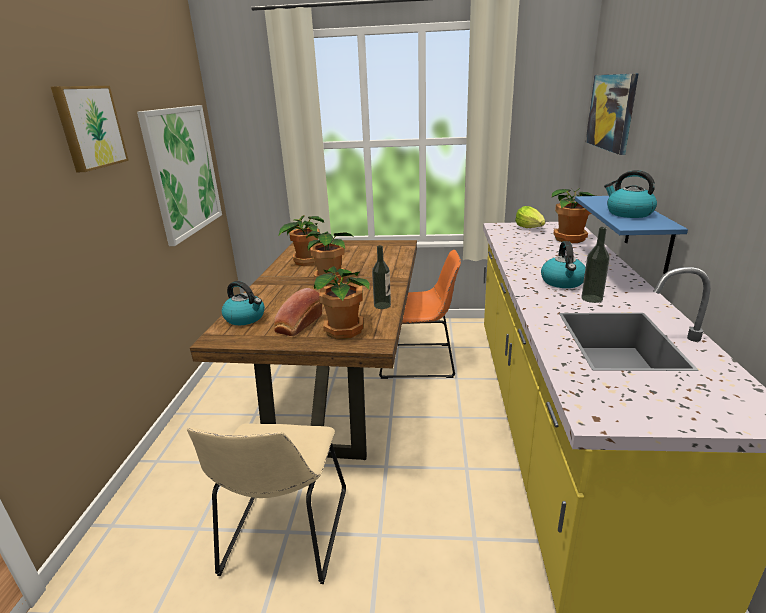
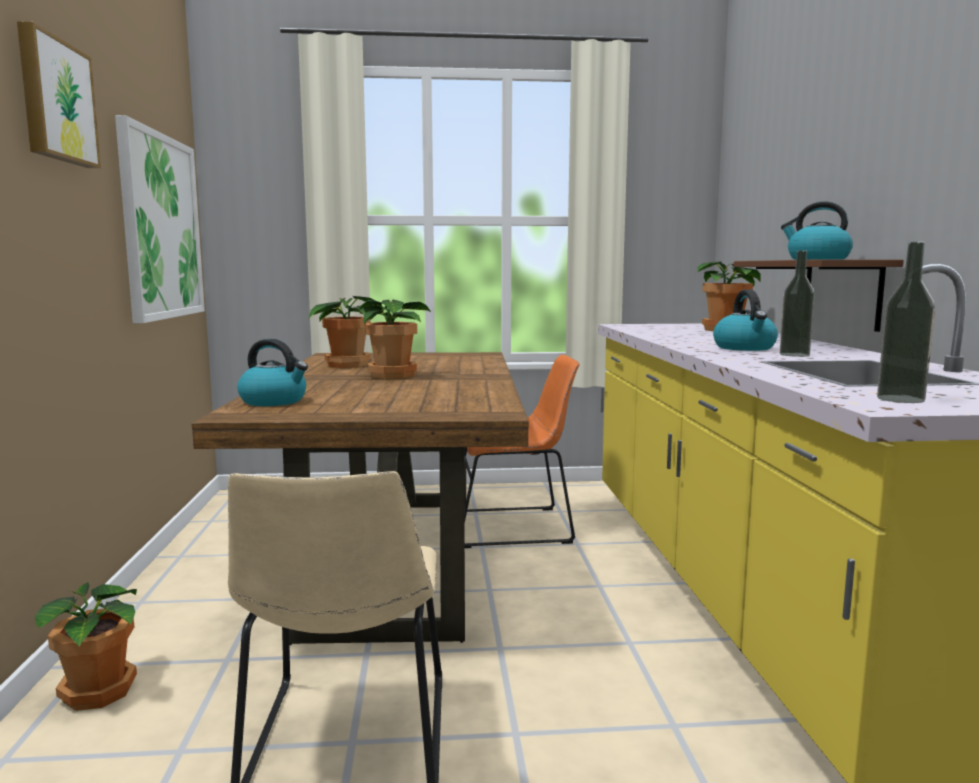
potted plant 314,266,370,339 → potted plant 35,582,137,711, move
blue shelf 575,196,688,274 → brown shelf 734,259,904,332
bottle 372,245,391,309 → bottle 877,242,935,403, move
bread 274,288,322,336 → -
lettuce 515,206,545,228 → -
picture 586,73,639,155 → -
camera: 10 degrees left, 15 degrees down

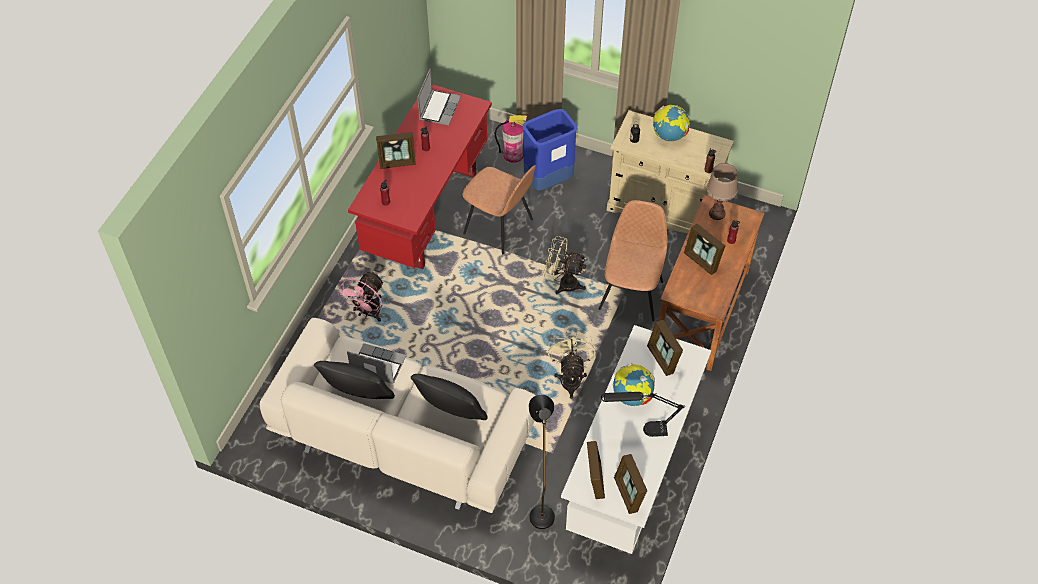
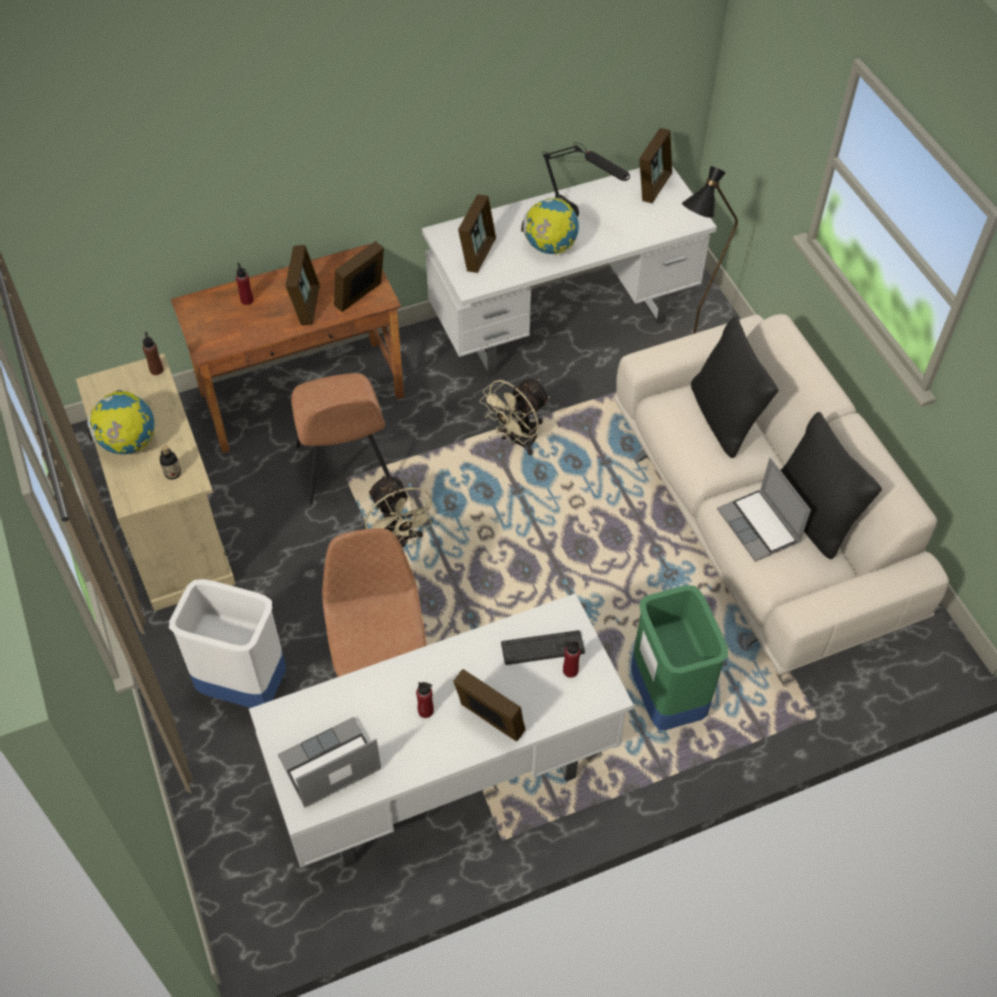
blue trash can 523,109,578,191 → white trash can 169,579,286,708
red desk 348,84,492,269 → white desk 249,593,634,868
brown chair 599,200,667,321 → brown chair 291,373,391,504, 75 degrees counterclockwise
picture frame 587,441,605,499 → picture frame 334,241,384,312, move
- → keyboard 501,630,585,665
pink fan 338,271,384,322 → green trash can 631,585,728,730
fire extinguisher 494,115,527,163 → -
brown table lamp 707,163,738,220 → -
camera: 135 degrees left, 0 degrees up

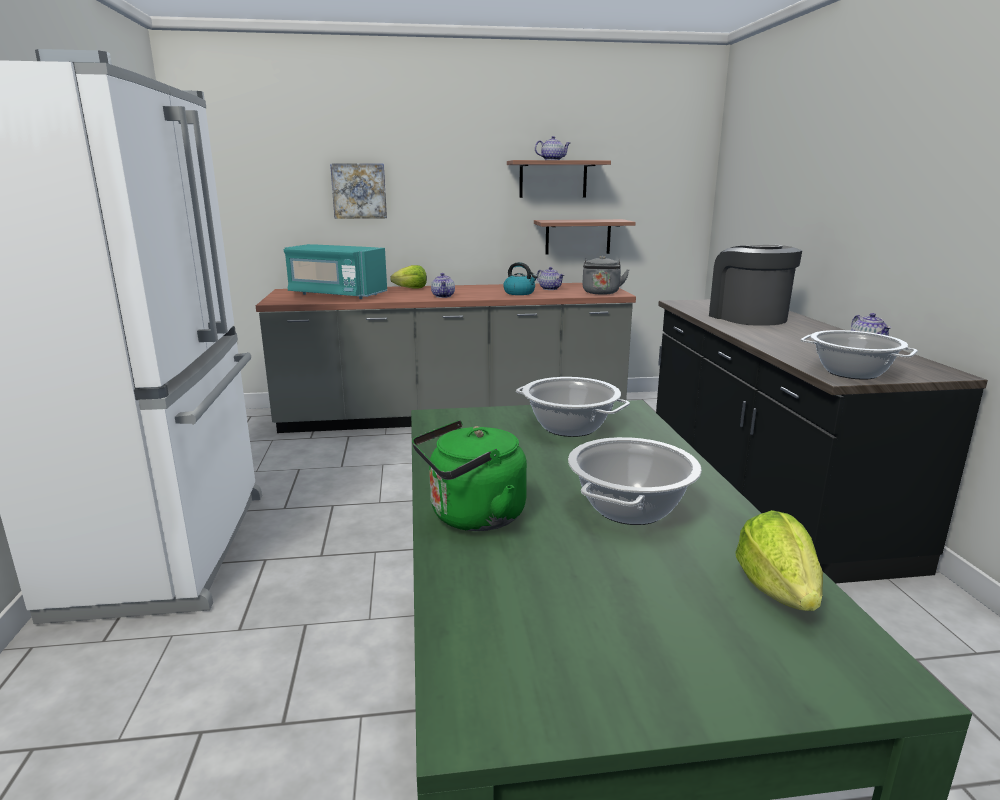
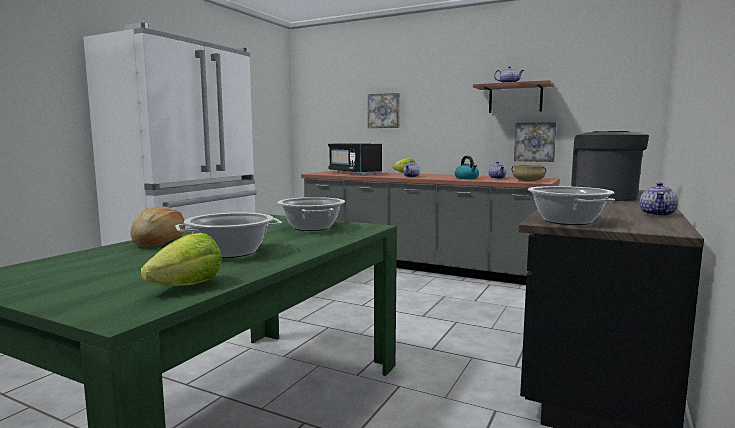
green kettle 412,420,527,531 → bread 130,207,185,247
turquoise microwave 284,244,387,299 → black microwave 328,143,382,175
grey kettle 583,256,629,295 → beige cooking pot 511,165,546,182
shelf 534,219,636,255 → picture 514,122,557,162
camera: 35 degrees right, 10 degrees down

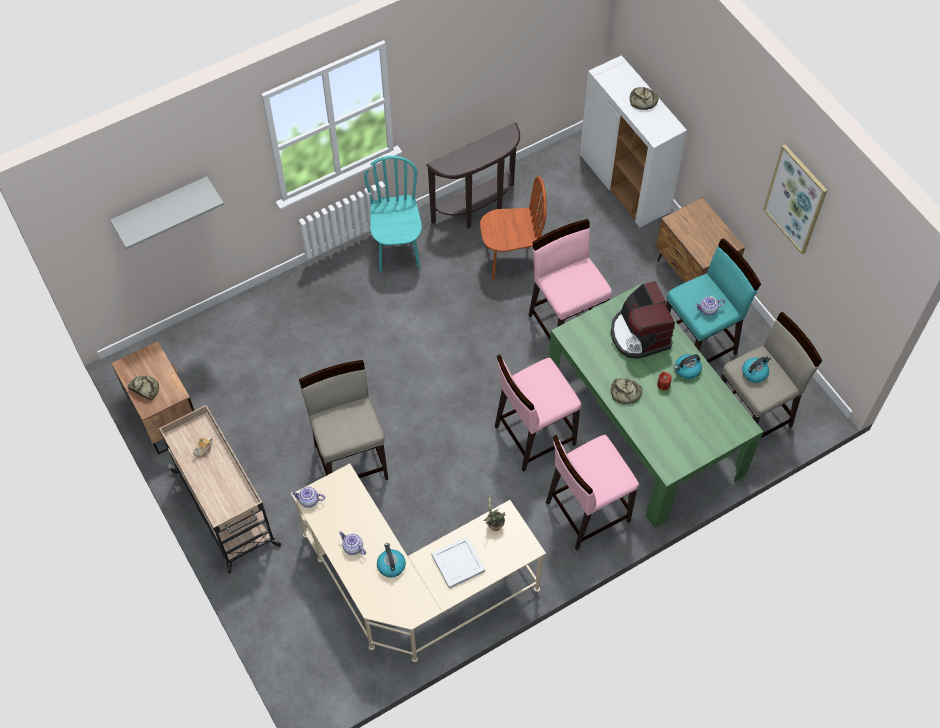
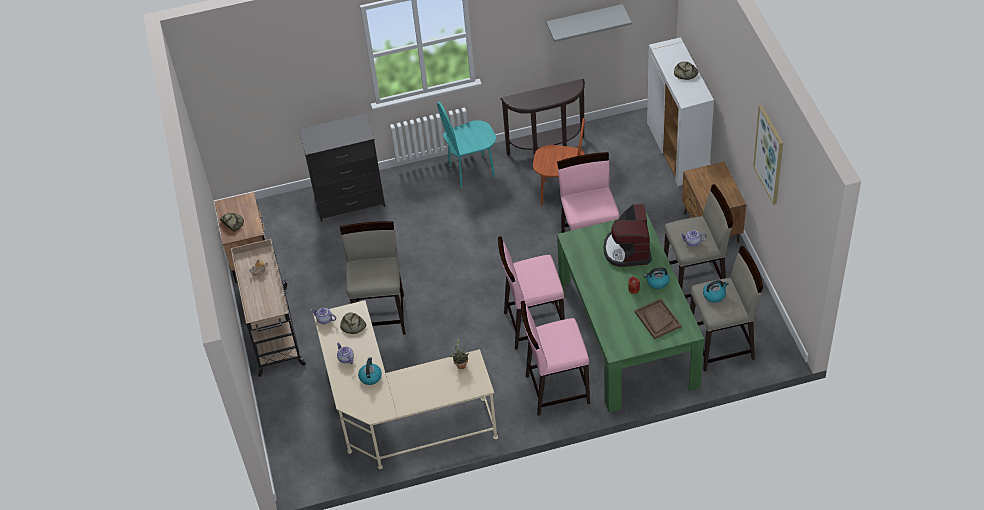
- → black dresser 299,113,385,222
bread 611,378,642,404 → bread 340,312,366,334, move
turquoise chair 364,156,422,272 → turquoise chair 437,102,496,188, 120 degrees counterclockwise
grey shelf 110,176,224,249 → grey shelf 546,4,632,42, move
- → brown tray 635,298,681,339
turquoise stool 666,238,761,363 → beige stool 664,184,733,298
white tray 431,537,485,589 → -
camera: 20 degrees right, 10 degrees down

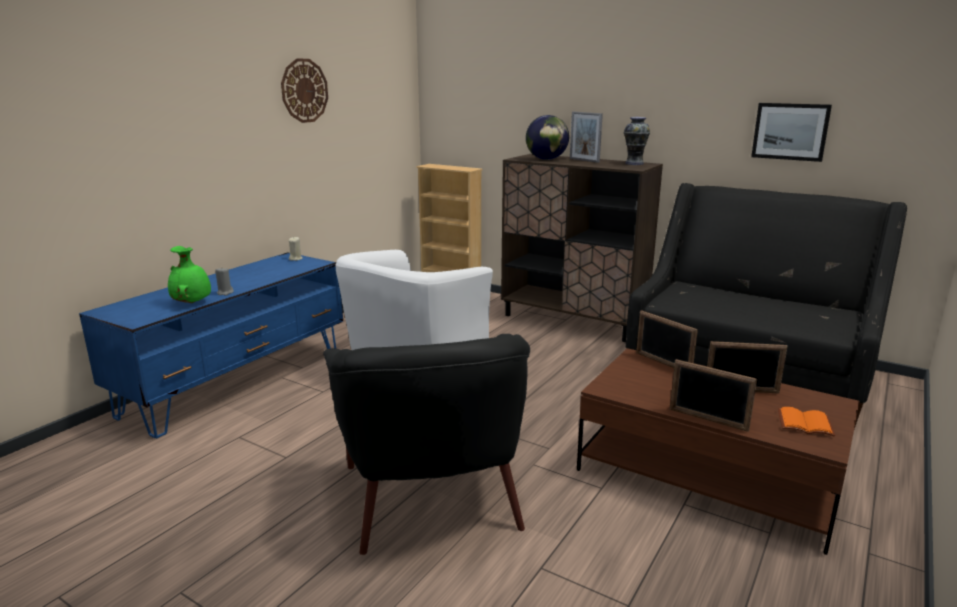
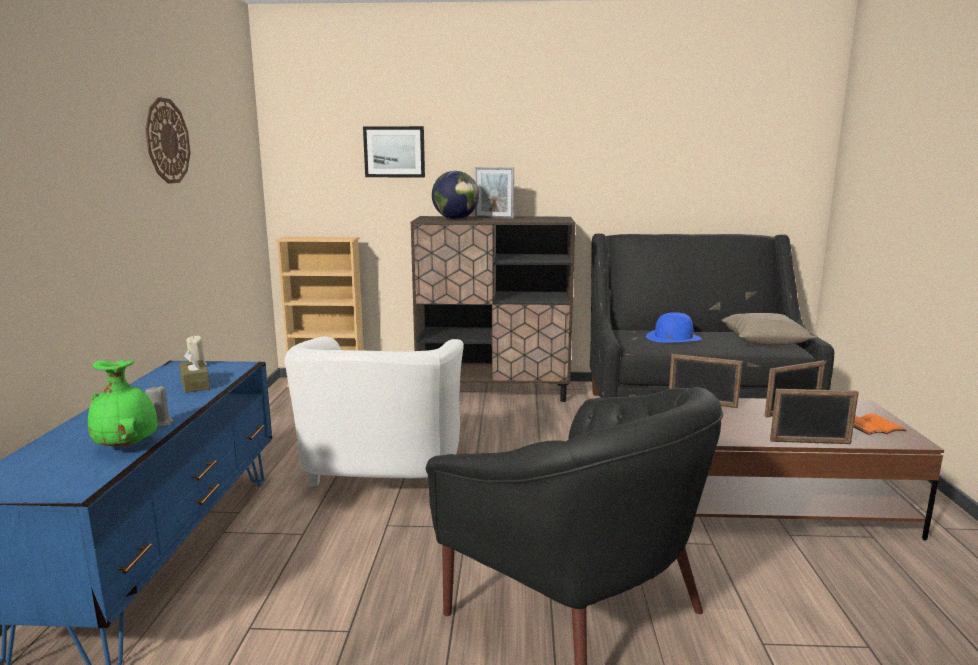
- → brown tissue box 179,350,210,393
picture 751,103,832,162 → picture 363,126,425,177, move
- → blue hat 646,312,701,343
- → beige pillow 721,313,815,346
vase 623,117,650,165 → -
camera: 30 degrees left, 5 degrees down

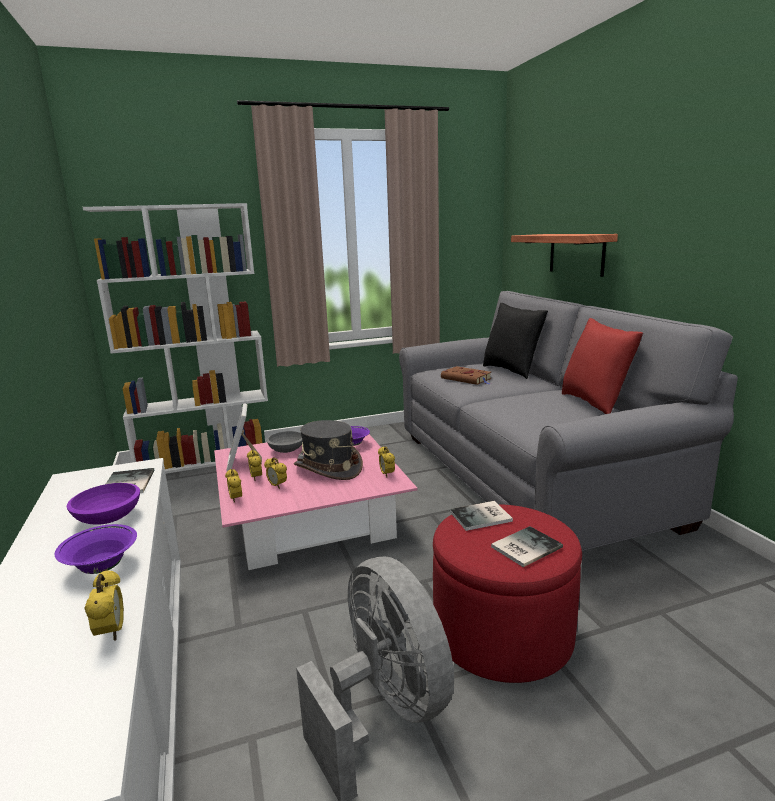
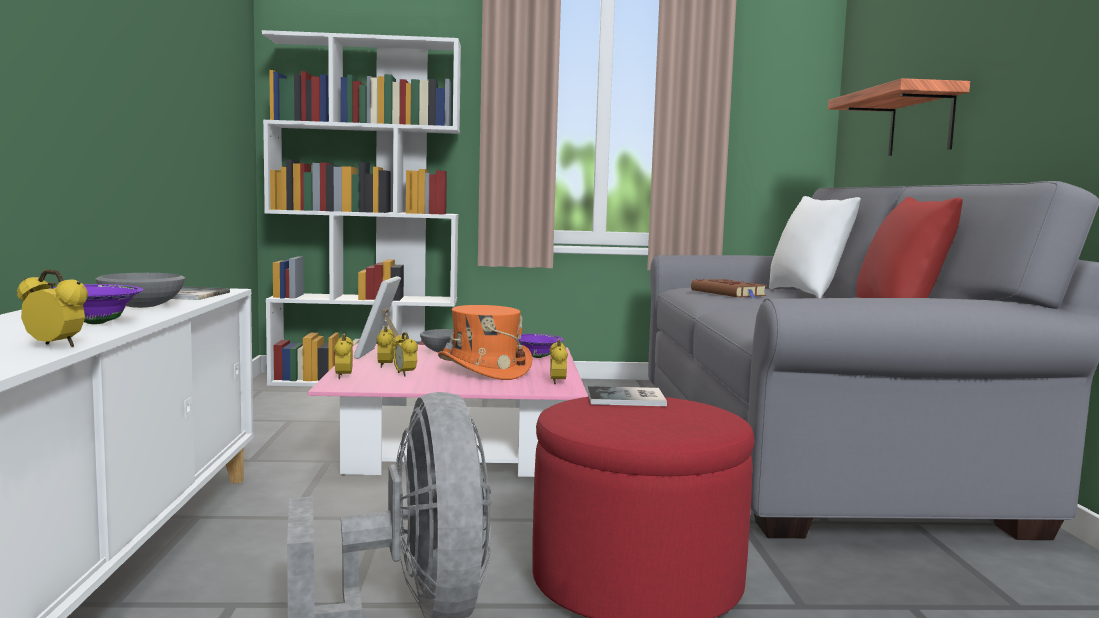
alarm clock 84,569,124,641 → alarm clock 17,269,88,347, 75 degrees counterclockwise
purple bowl 67,483,140,525 → grey bowl 96,273,185,308
grey hat 294,420,363,480 → orange hat 438,305,532,380
black pillow 483,303,548,379 → white pillow 769,196,861,298
book 491,526,563,567 → -
camera: 15 degrees right, 10 degrees down

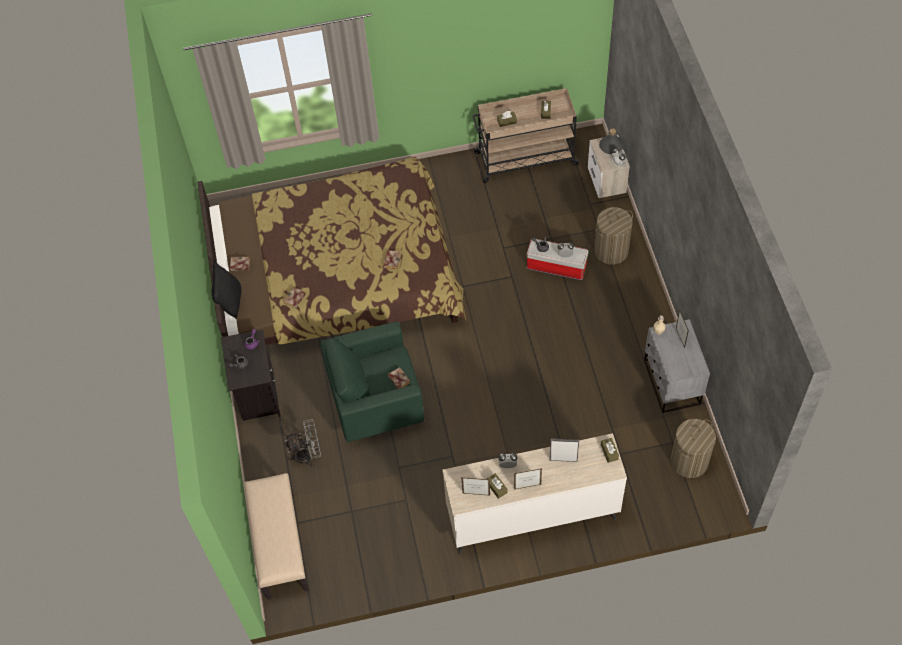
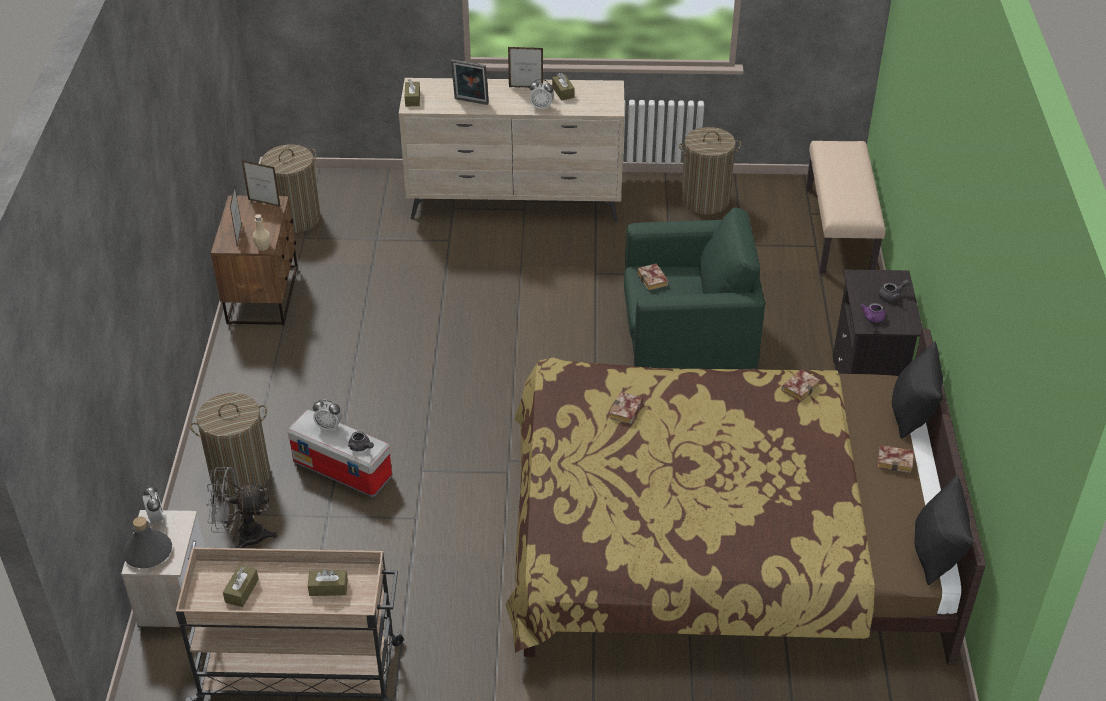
grey fan 284,419,321,467 → grey fan 206,467,278,548, move
grey nightstand 644,319,710,413 → brown nightstand 211,195,298,325
picture frame 461,477,490,496 → picture frame 242,160,280,207, move
- → laundry basket 679,127,741,214
- → black pillow 915,474,973,585
camera: 170 degrees left, 15 degrees down

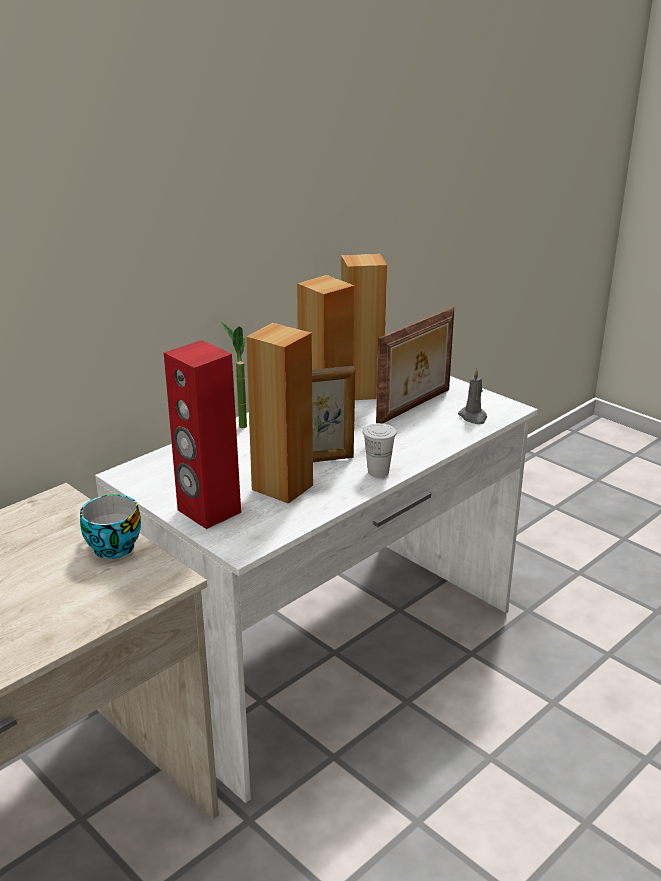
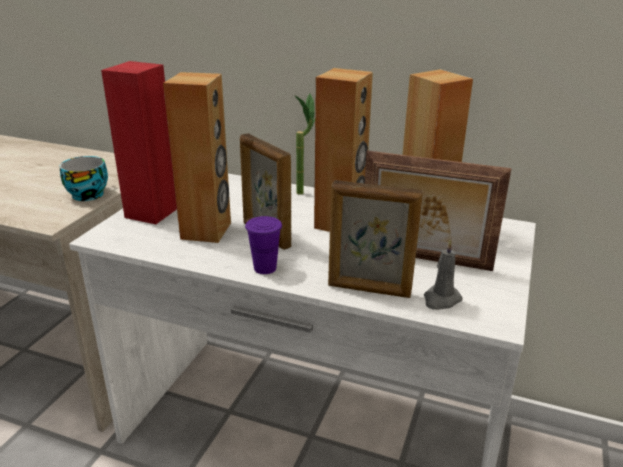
white cup 363,423,397,478 → purple cup 245,216,282,274
- → picture frame 328,180,423,298
camera: 65 degrees right, 0 degrees up

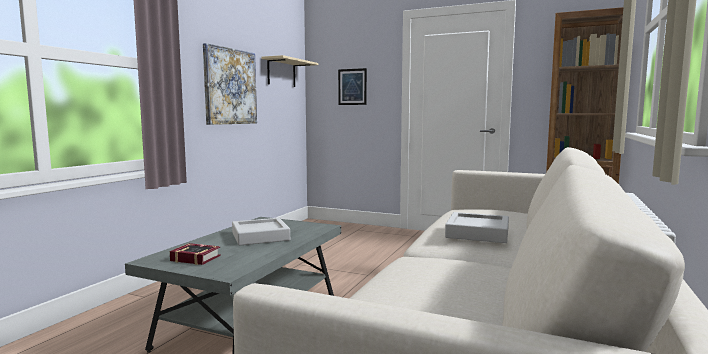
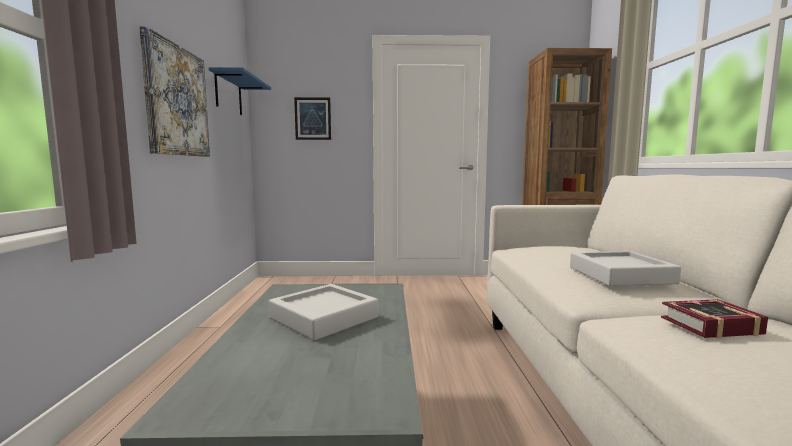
beige shelf 262,55,318,87 → blue shelf 209,67,271,115
book 170,243,221,265 → book 661,299,768,339, move
camera: 25 degrees left, 0 degrees up

